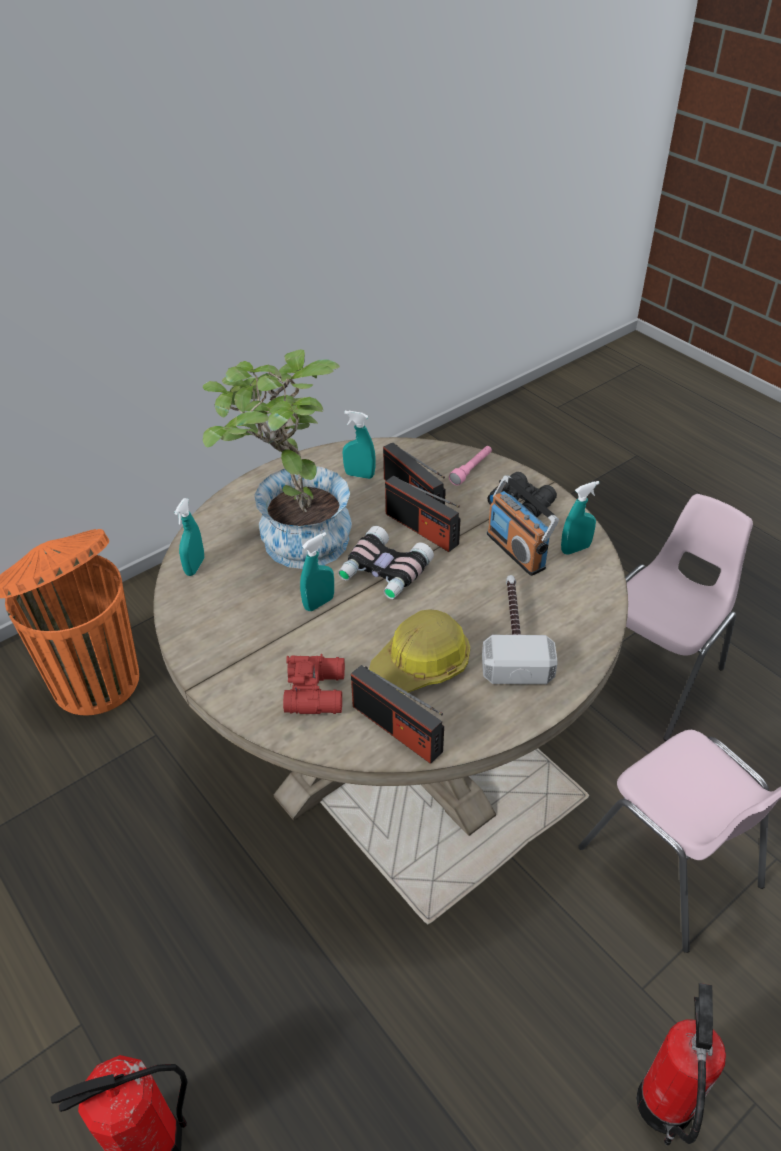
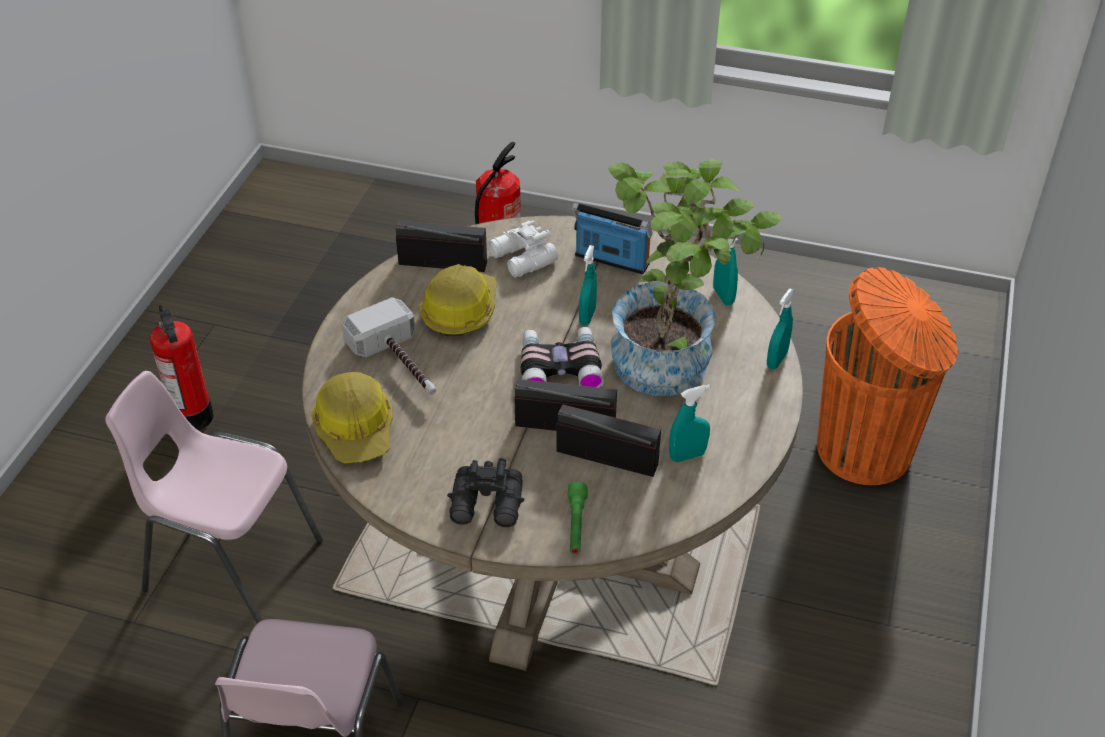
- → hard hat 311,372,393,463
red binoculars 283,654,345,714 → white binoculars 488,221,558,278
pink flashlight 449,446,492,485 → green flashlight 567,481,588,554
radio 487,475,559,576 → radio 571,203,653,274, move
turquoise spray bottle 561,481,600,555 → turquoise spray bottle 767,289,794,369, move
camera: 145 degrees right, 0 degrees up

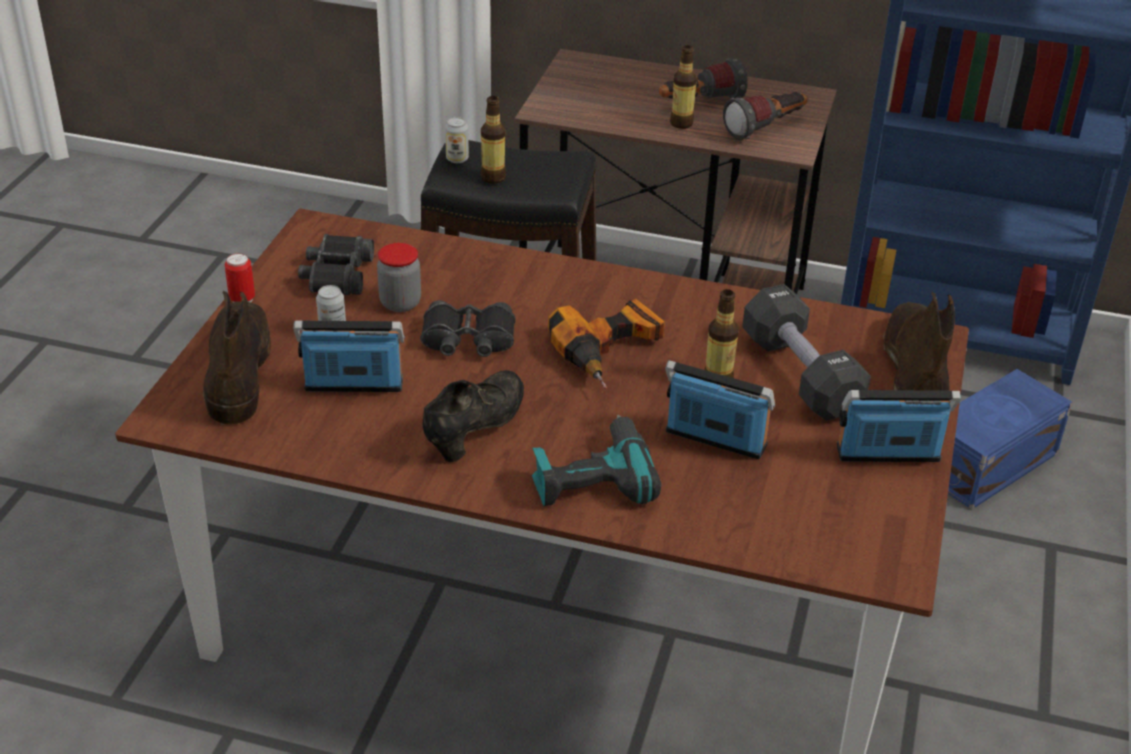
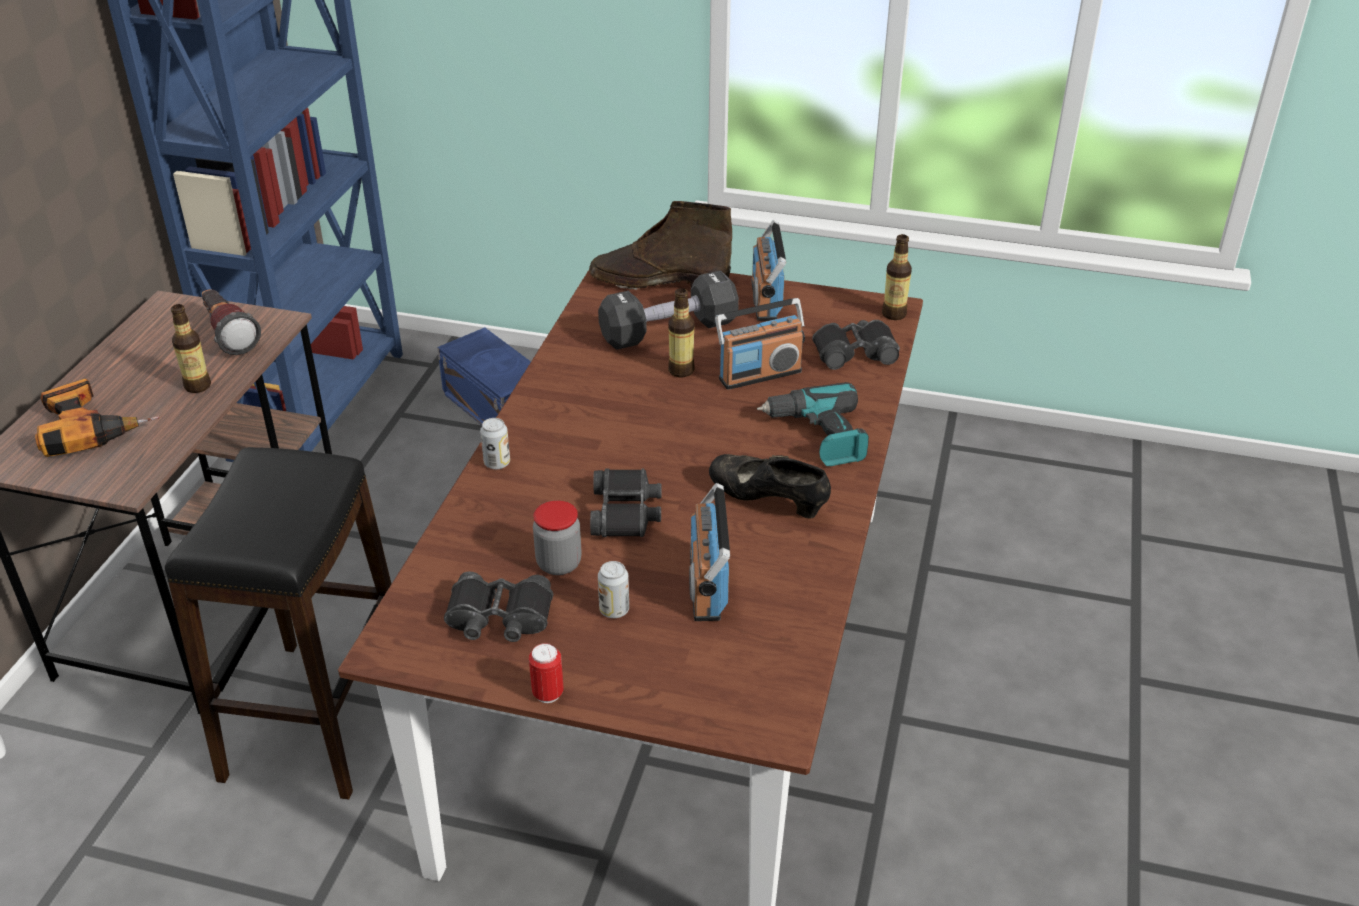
power drill 548,298,665,389 → power drill 35,379,160,457, move
can 445,117,469,163 → can 480,418,510,470, move
radio 665,360,775,459 → radio 715,298,805,390, 135 degrees counterclockwise
- → black binoculars 812,320,900,370
bottle 481,96,506,184 → bottle 882,234,912,320, move
brown boot 203,291,271,425 → -
flashlight 659,58,748,99 → -
camera: 90 degrees left, 0 degrees up

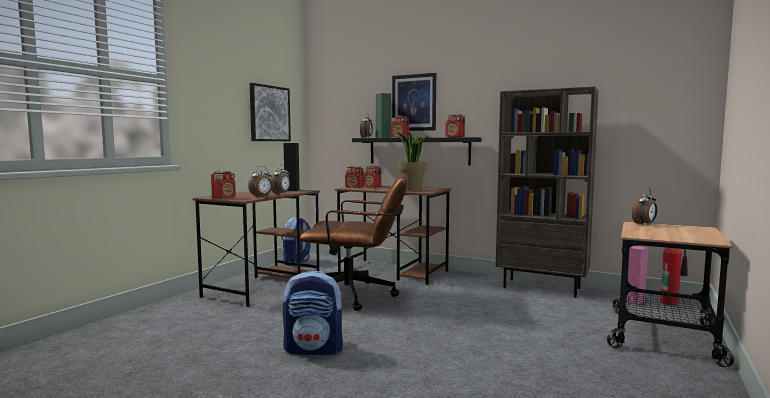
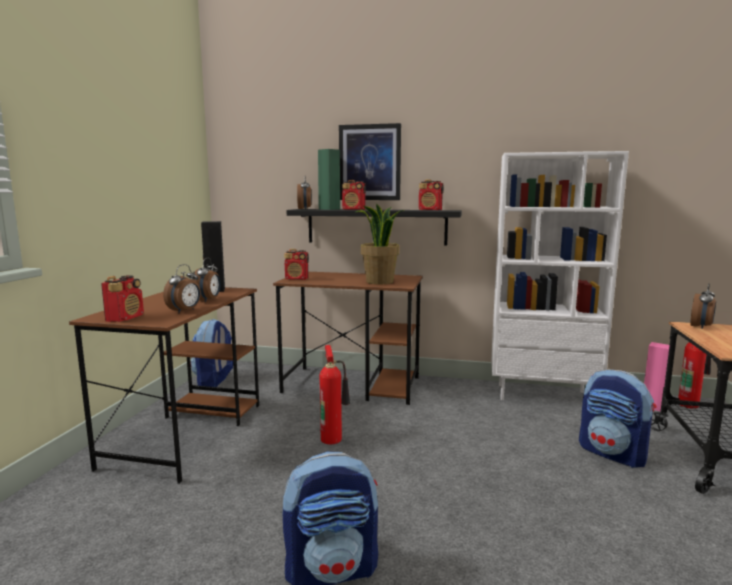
brown office chair 300,173,409,311 → fire extinguisher 320,345,350,444
brown bookcase 496,86,598,298 → white bookcase 491,151,629,400
- → backpack 579,369,657,468
picture 250,83,291,141 → -
radio 363,165,381,187 → -
camera: 15 degrees left, 5 degrees up

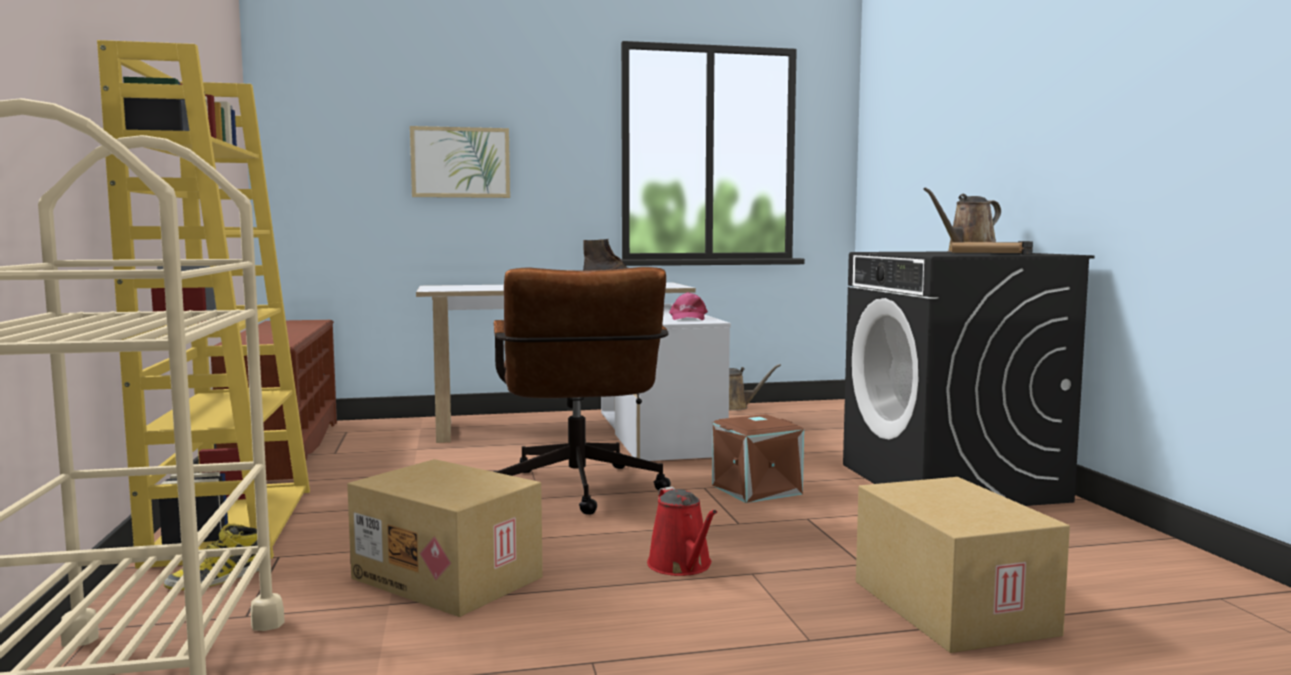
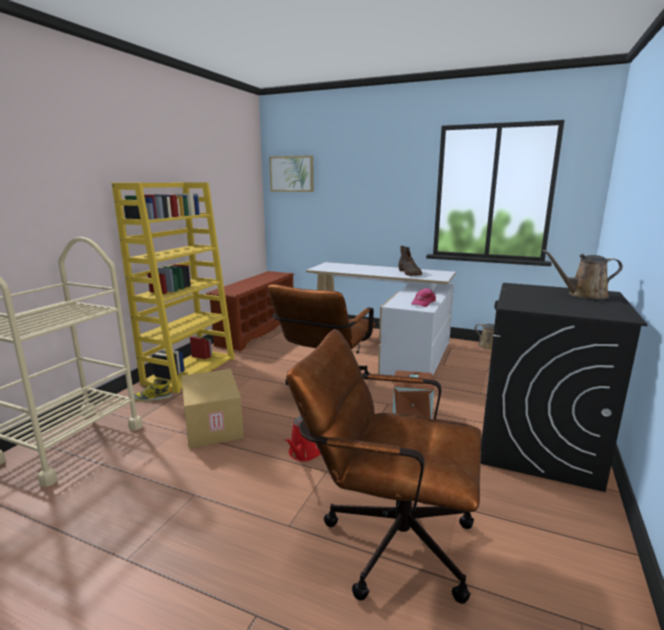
picture 410,126,510,198 → picture 269,155,314,192, move
cardboard box 856,477,1070,653 → brown office chair 286,329,482,604
hammer 951,241,1033,255 → -
camera: 35 degrees right, 10 degrees up

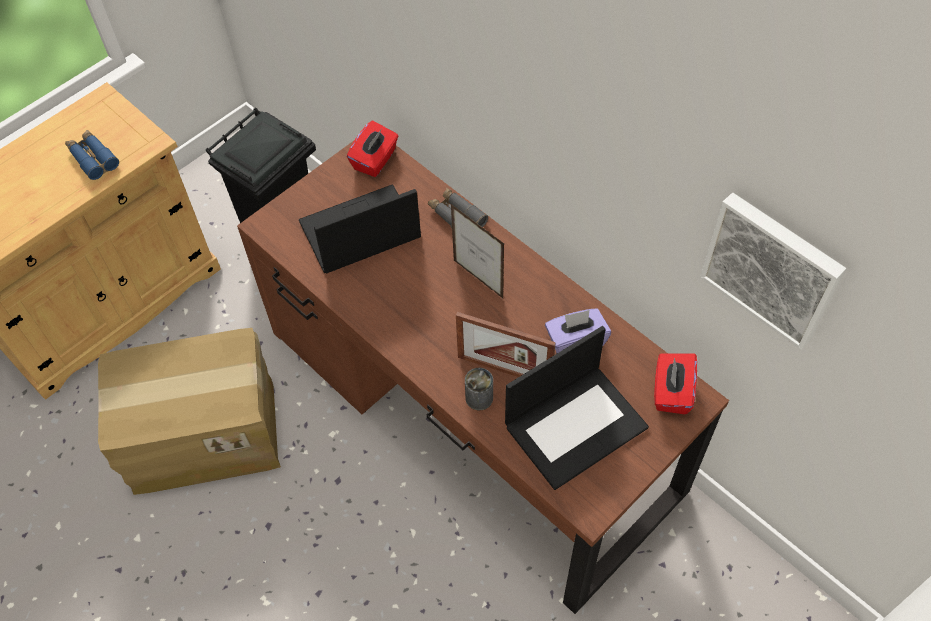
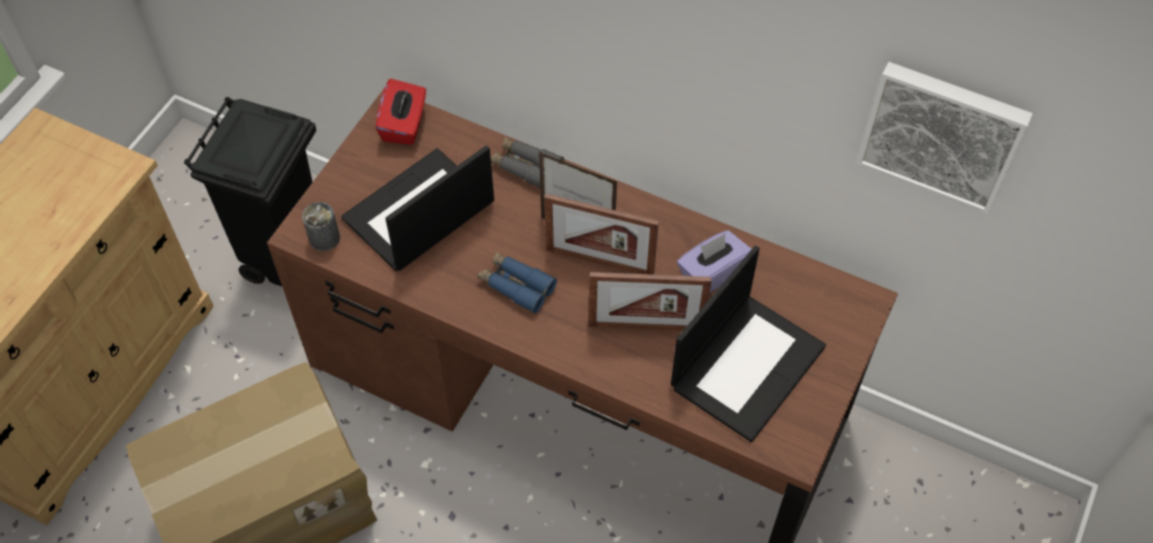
can 465,368,493,410 → can 302,202,340,251, move
blue binoculars 65,130,119,180 → blue binoculars 477,251,557,313, move
- → picture frame 544,194,659,275
red tissue box 654,353,697,414 → -
camera: 20 degrees left, 0 degrees up

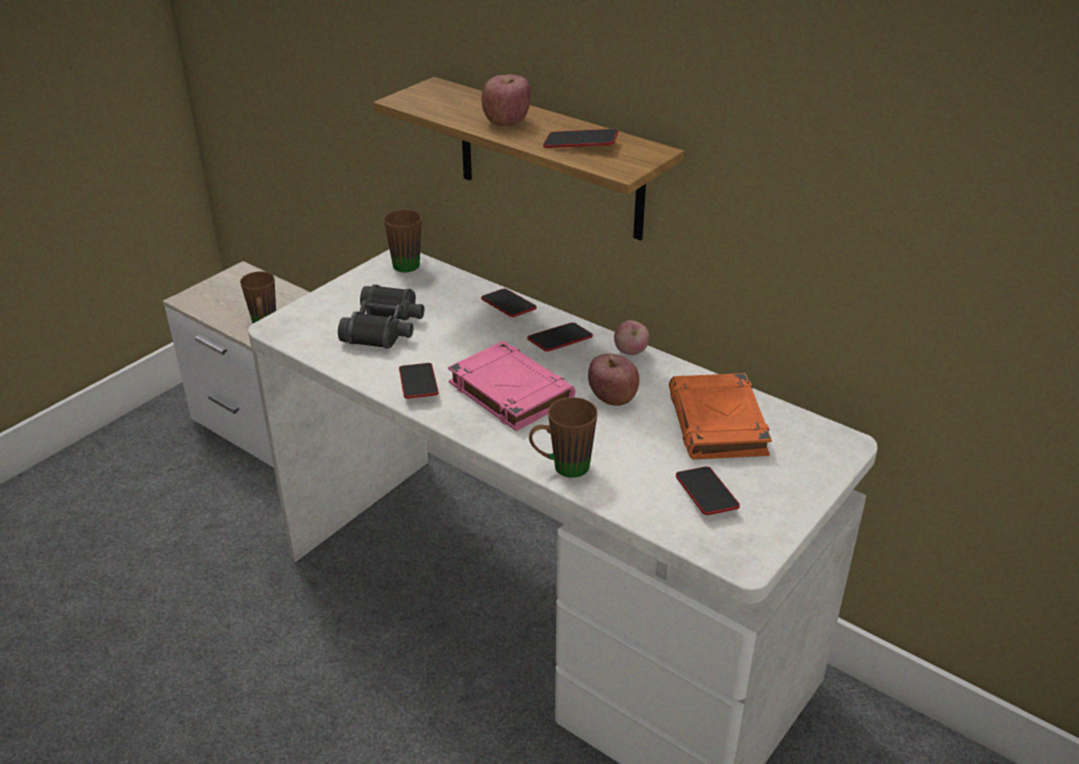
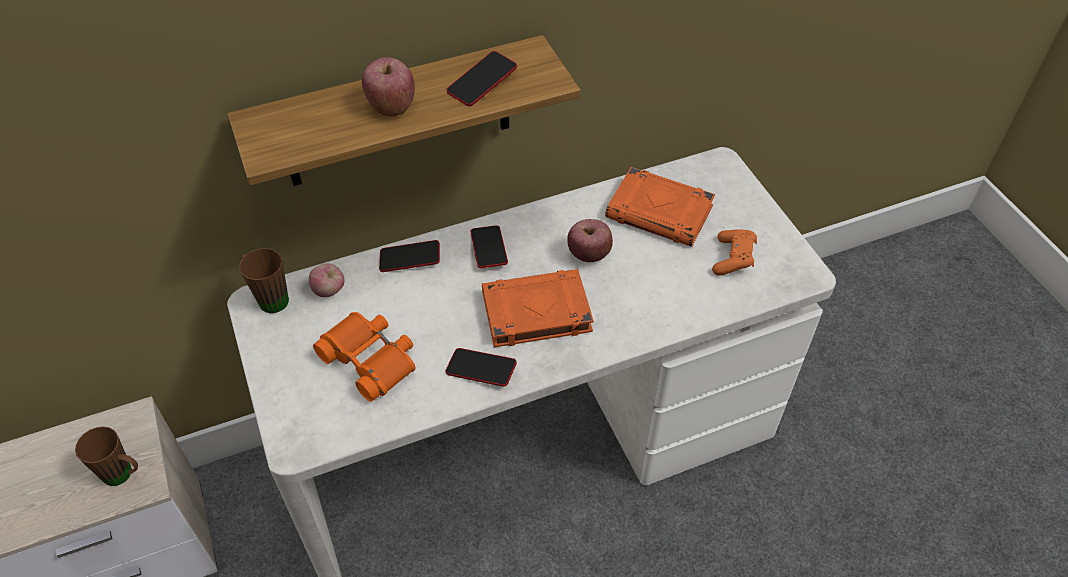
apple 614,320,650,355 → apple 309,263,345,297, move
black binoculars 338,284,424,349 → orange binoculars 313,312,415,402
pink book 448,341,575,431 → orange book 482,269,594,348
phone 676,466,740,515 → orange game controller 712,229,757,276
brown mug 529,397,598,478 → -
camera: 60 degrees left, 15 degrees up

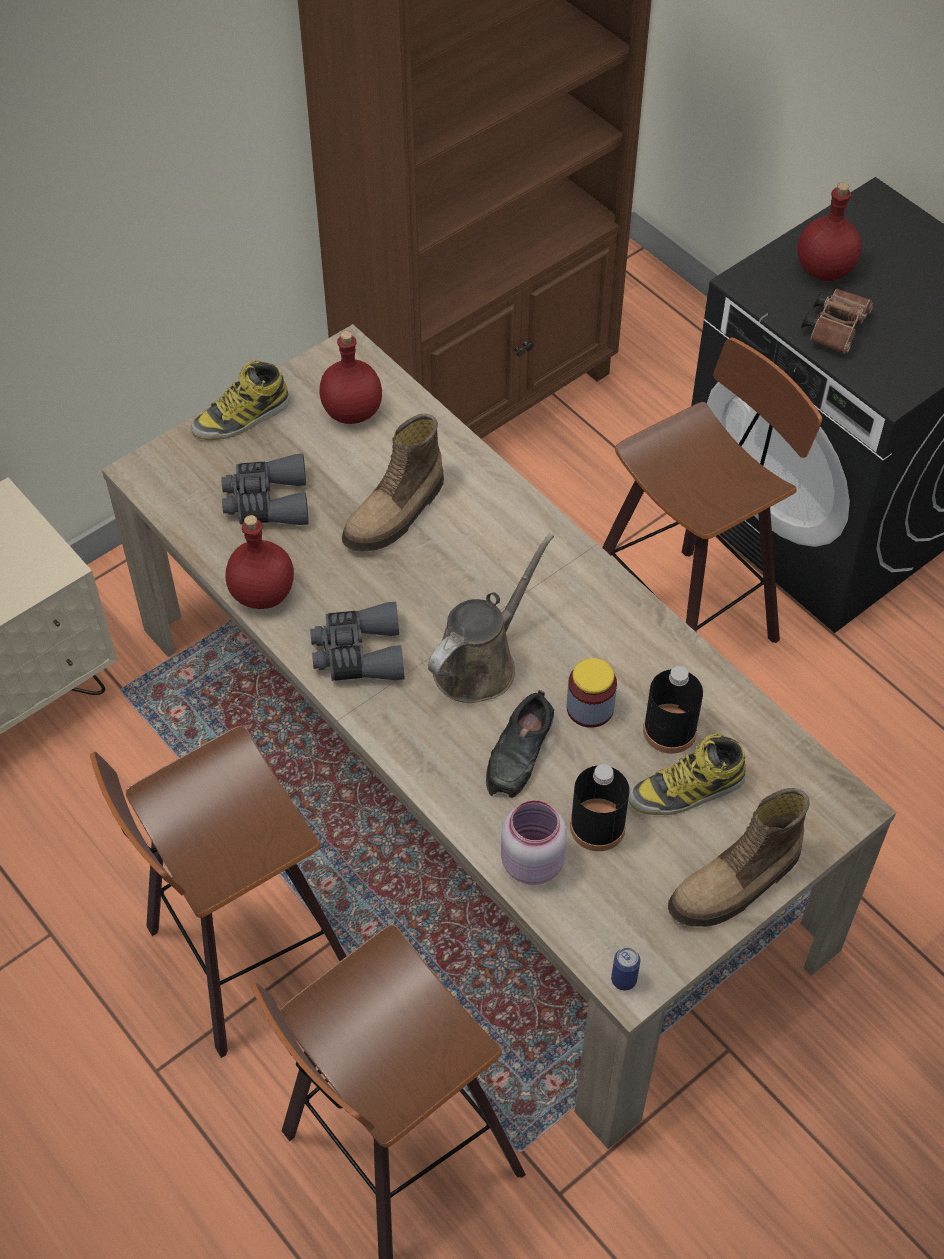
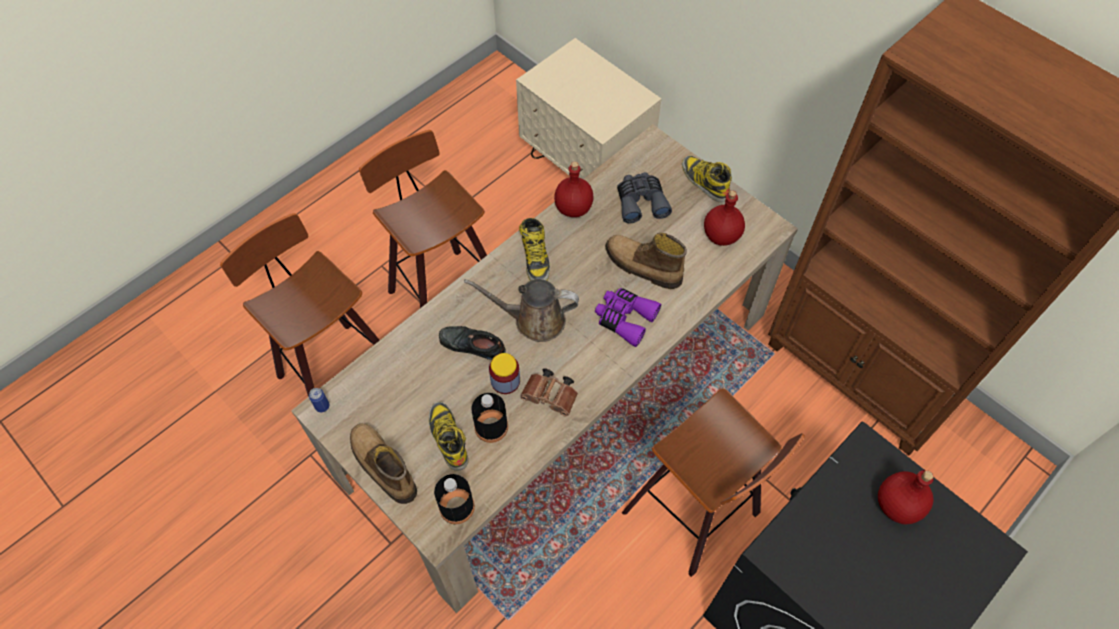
black bottle 570,764,630,851 → black bottle 434,474,475,524, move
brown watering can 428,533,554,703 → brown watering can 464,279,579,342, 150 degrees clockwise
grey binoculars 310,601,404,681 → boot 519,218,550,281
brown binoculars 801,288,874,354 → brown binoculars 520,368,578,417, move
- → purple binoculars 595,288,661,347
pink jar 501,800,567,885 → -
camera: 85 degrees right, 5 degrees up

